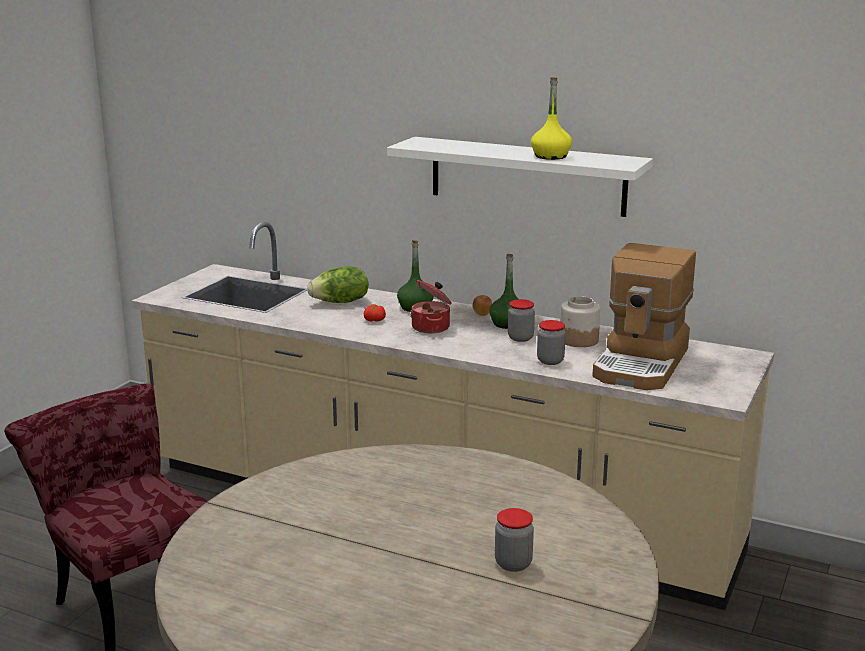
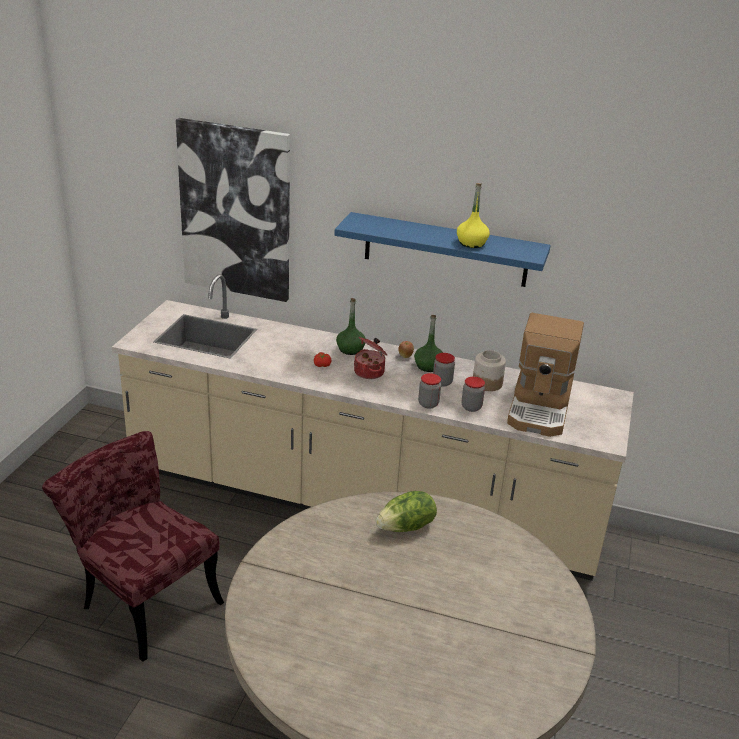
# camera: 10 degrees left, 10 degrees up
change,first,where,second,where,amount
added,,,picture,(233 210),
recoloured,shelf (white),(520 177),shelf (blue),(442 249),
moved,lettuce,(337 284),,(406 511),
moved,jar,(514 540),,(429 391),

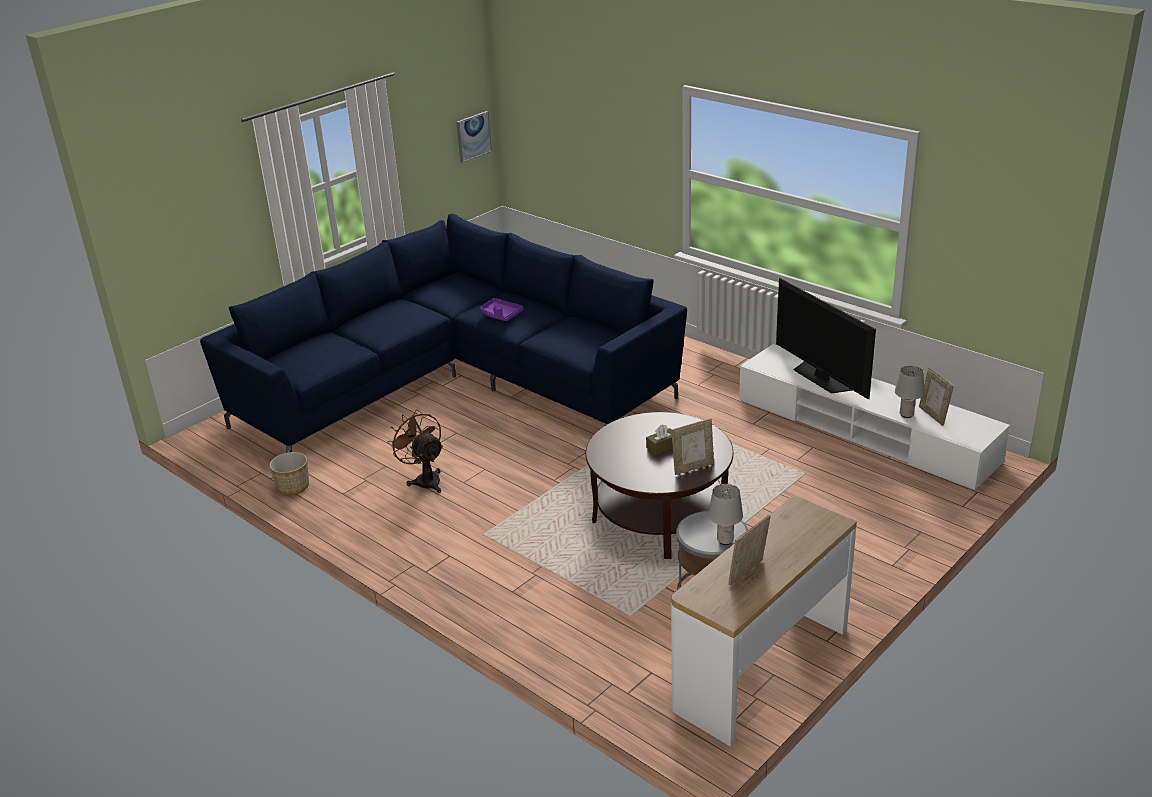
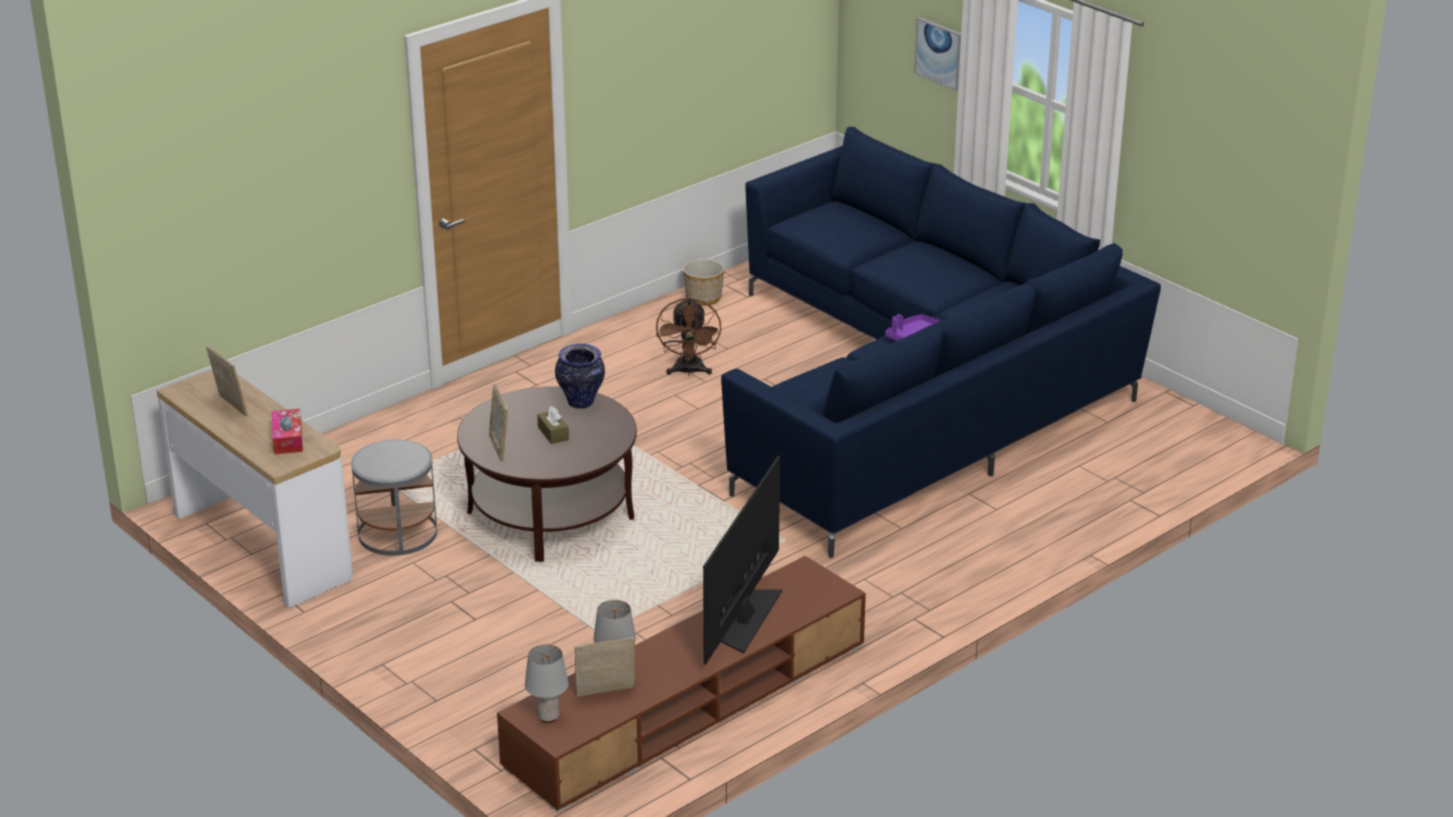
# camera: 95 degrees right, 0 degrees up
change,first,where,second,where,amount
added,,,tissue box,(287 431),
recoloured,tv stand (white),(874 417),tv stand (brown),(681 684),
moved,table lamp (grey),(725 514),,(546 683),
added,,,vase,(580 376),
turned,fan (brown),(415 451),,(688 337),120 degrees clockwise
turned,television,(826 338),,(742 560),45 degrees counterclockwise
moved,picture,(474 137),,(937 54),

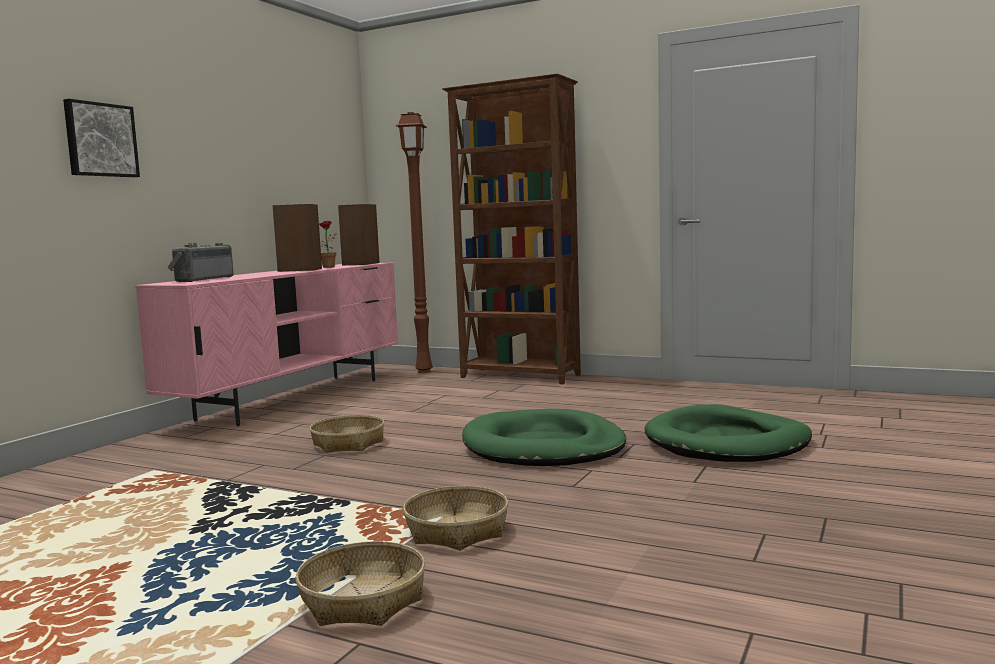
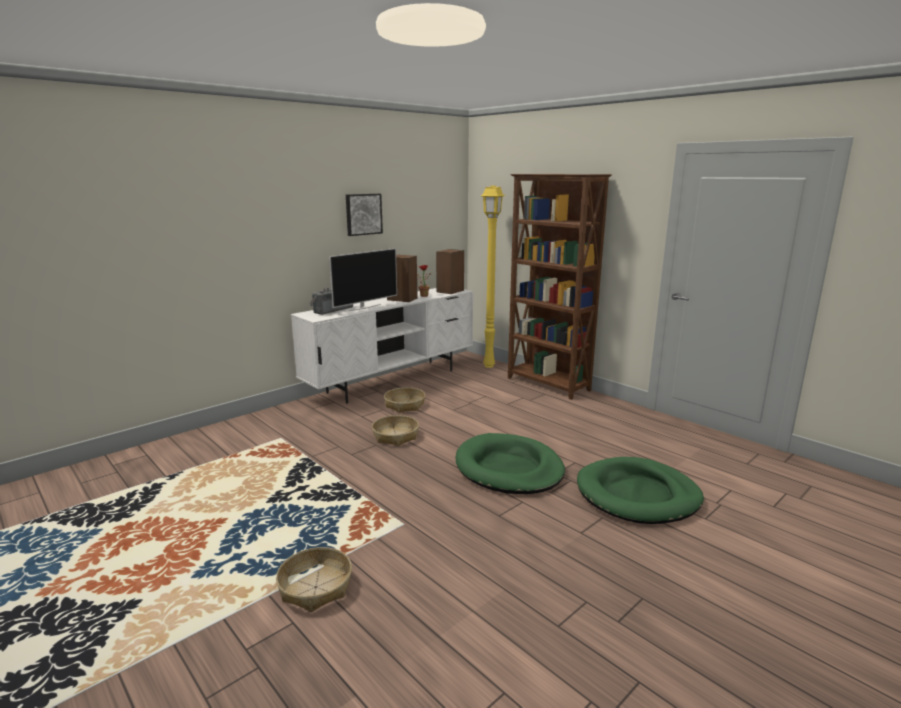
# camera: 20 degrees right, 10 degrees up
change,first,where,second,where,amount
recoloured,tv stand (pink),(266 344),tv stand (white),(382 346),
added,,,television,(363 279),
moved,picture,(101 138),,(364 215),
moved,basket,(455 518),,(405 400),
recoloured,floor lamp (brown),(414 242),floor lamp (yellow),(493 277),

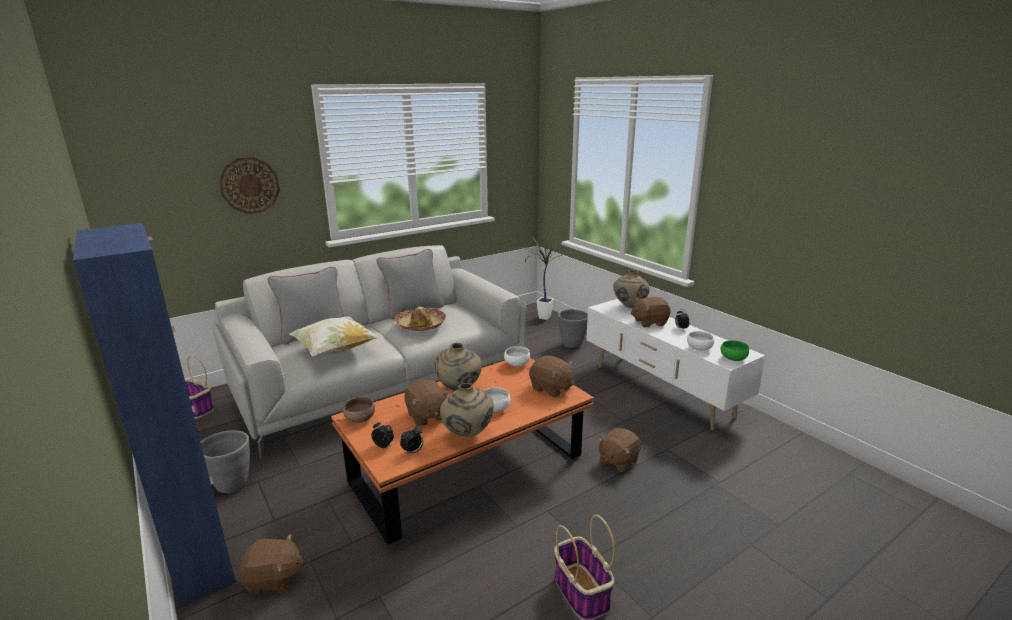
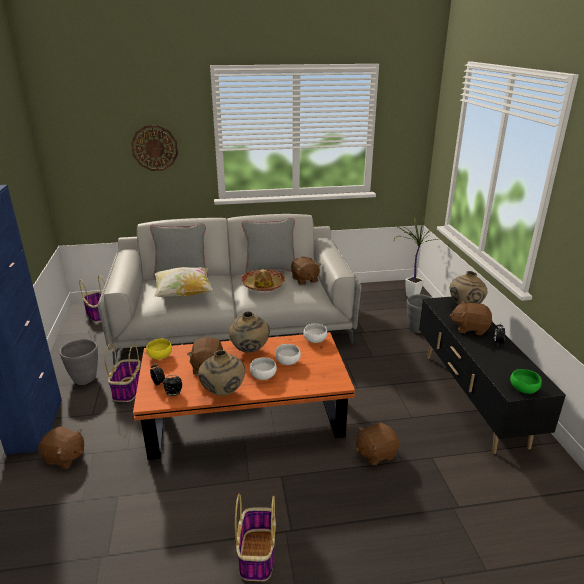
# camera: 25 degrees right, 5 degrees up
change,first,where,second,where,amount
added,,,basket,(123 373),
recoloured,bowl (brown),(359 410),bowl (yellow),(159 349),
moved,bowl (white),(700 341),,(288 354),
moved,plush toy (brown),(551 377),,(306 271),
recoloured,tv stand (white),(676 364),tv stand (black),(492 375),

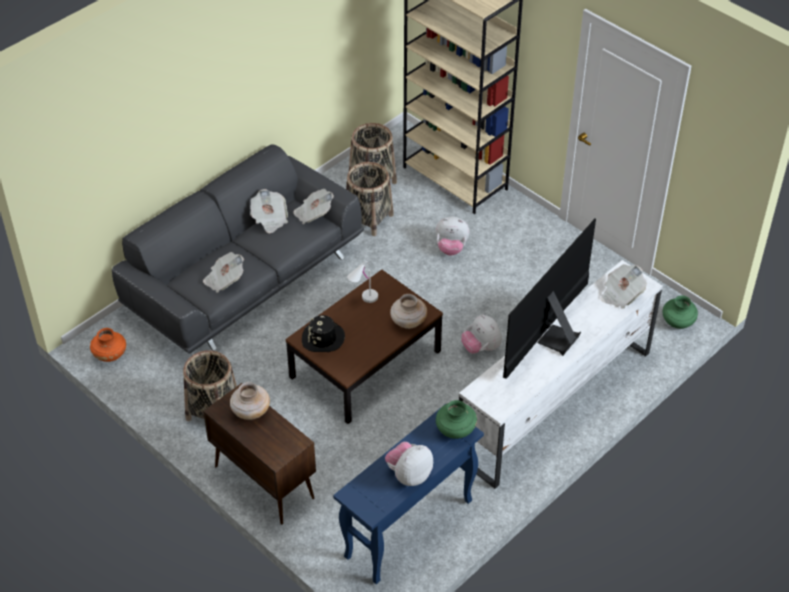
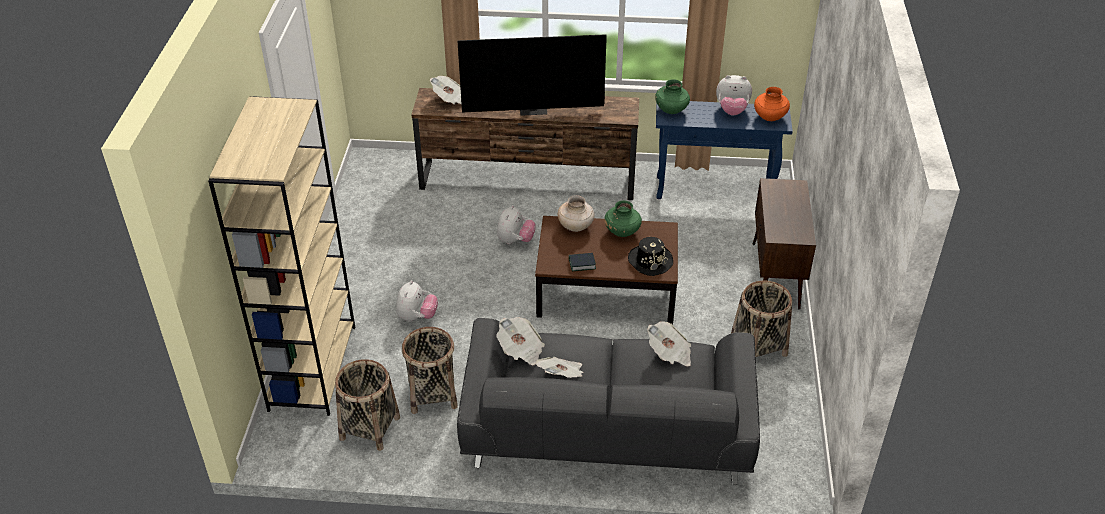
# camera: 130 degrees left, 5 degrees down
change,first,where,second,where,amount
turned,plush toy,(453 236),,(417 301),45 degrees clockwise
recoloured,tv stand (white),(561 374),tv stand (brown),(525 144),
replaced,table lamp (white),(362 282),book,(582 262),
moved,vase (green),(680 312),,(623 219),
moved,vase (orange),(108 345),,(772 104),
removed,vase (beige),(250 401),,,

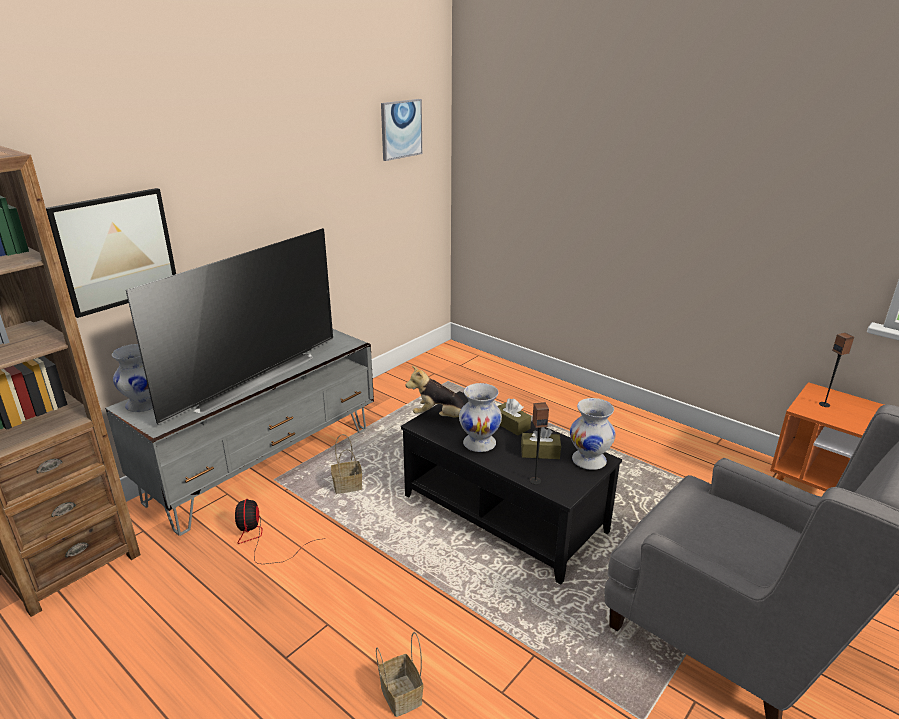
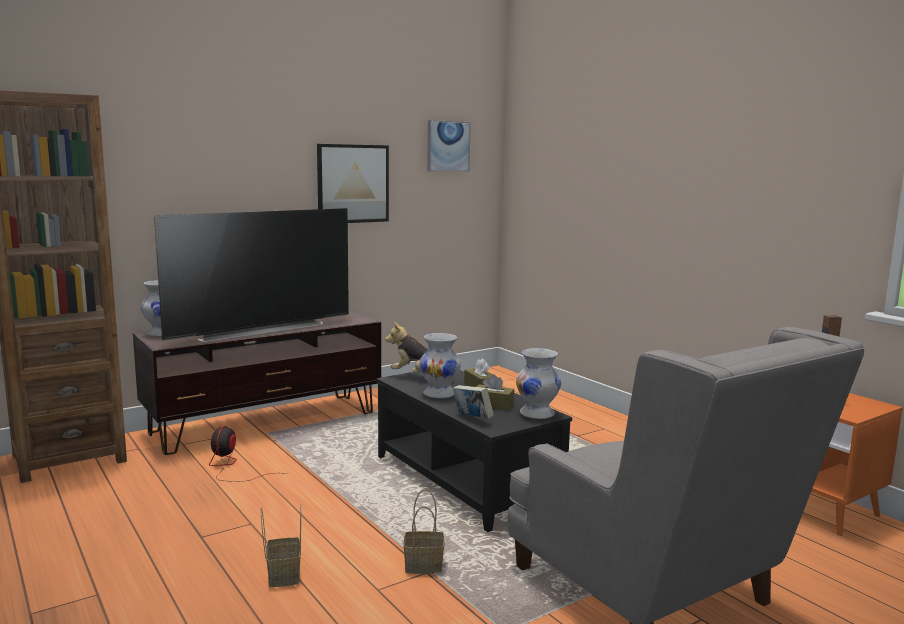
# camera: 15 degrees right, 15 degrees down
change,first,where,second,where,amount
recoloured,tv stand (grey),(239 432),tv stand (brown),(257 382),
moved,picture,(111 253),,(353 183),
moved,basket,(346 464),,(424 531),
replaced,speaker,(539 443),book,(473 402),

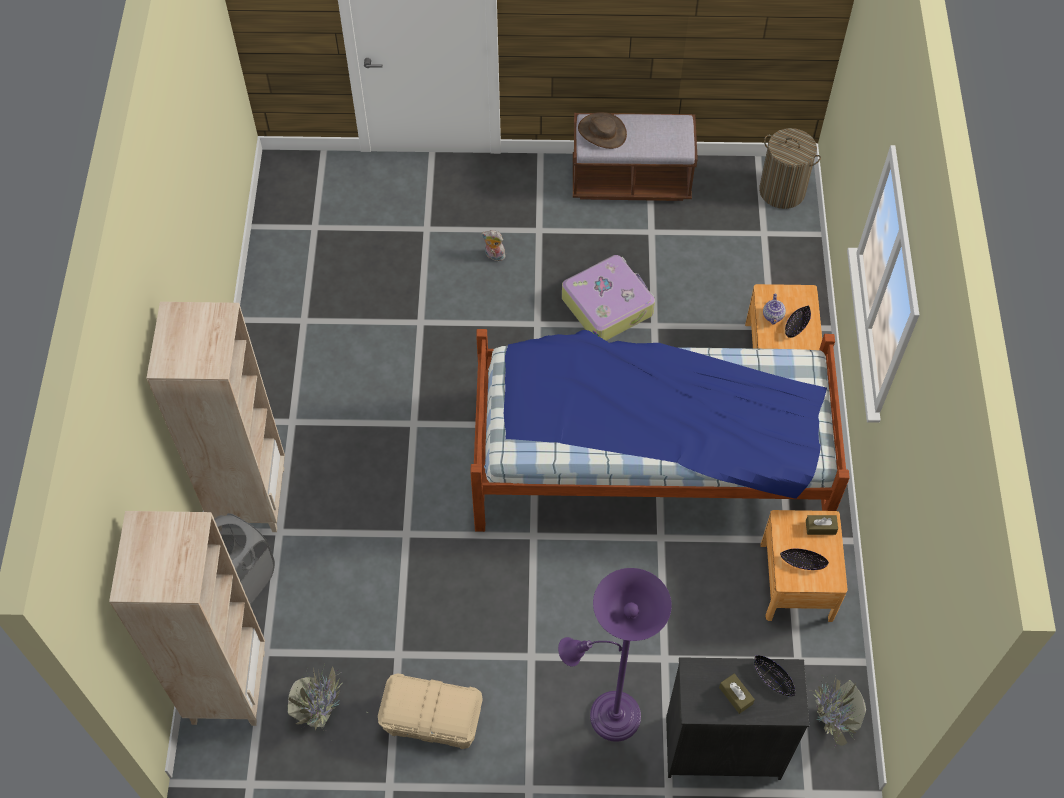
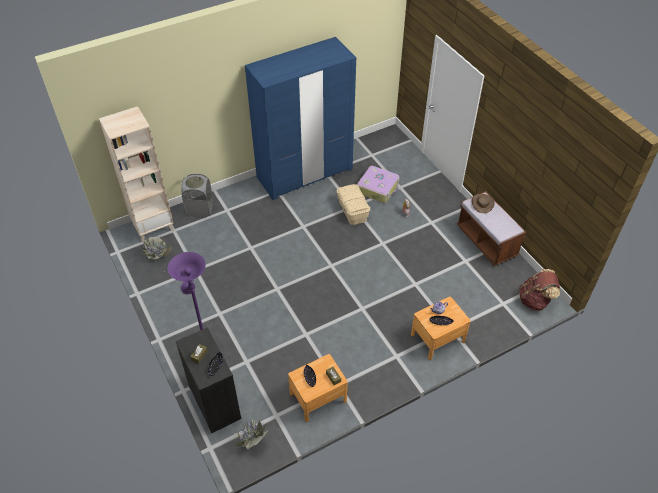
# camera: 60 degrees right, 10 degrees down
change,first,where,second,where,amount
added,,,wardrobe (blue),(300 118),
moved,storage box (beige),(430 711),,(353 204),
moved,suitcase,(608 298),,(378 184),
replaced,laundry basket,(790 168),backpack (brown),(539 290),
removed,bookcase (beige),(216 417),,,
removed,bed,(660 430),,,

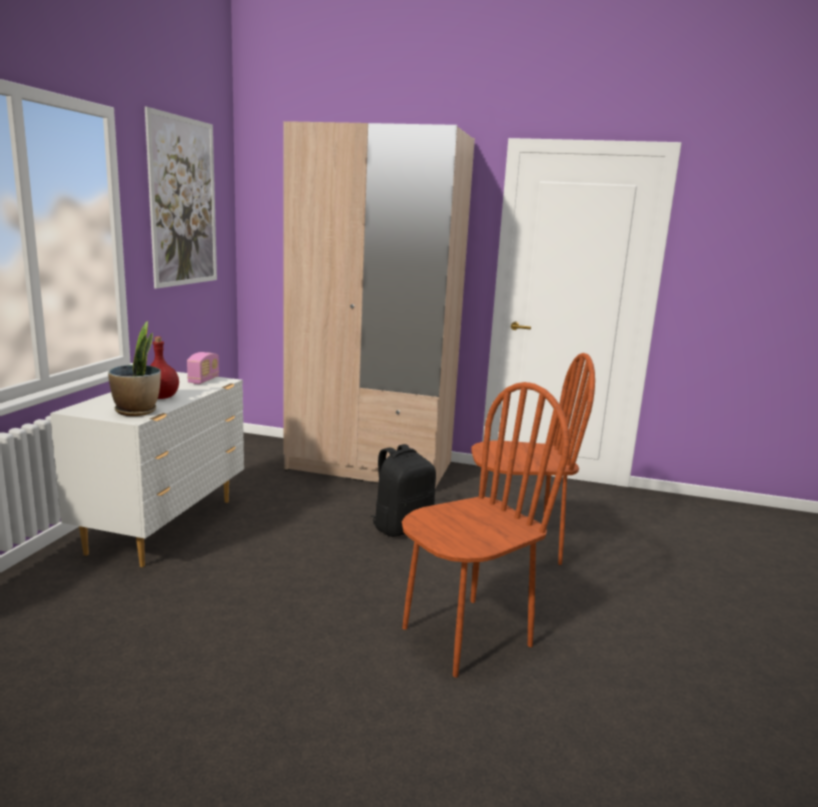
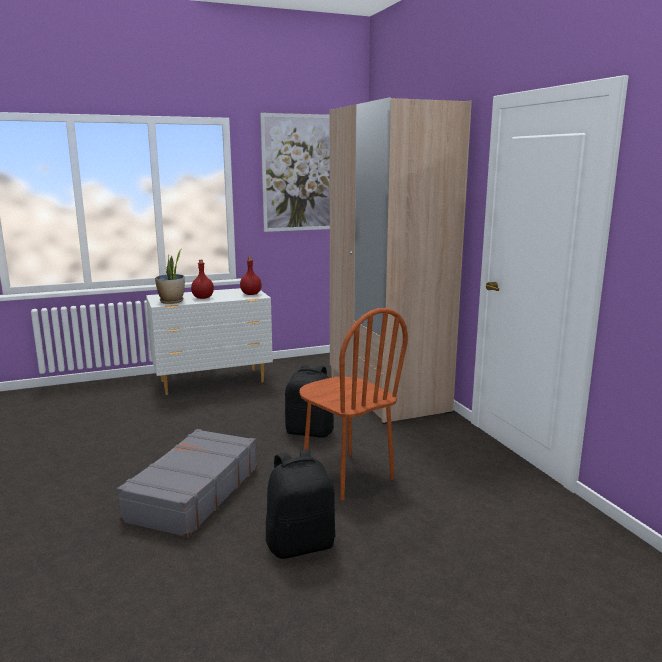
# camera: 55 degrees right, 0 degrees up
change,first,where,second,where,amount
replaced,chair (brown),(486 529),suitcase (grey),(187 483),
replaced,radio,(203 368),bottle (red),(251 276),
added,,,backpack (black),(300 504),

